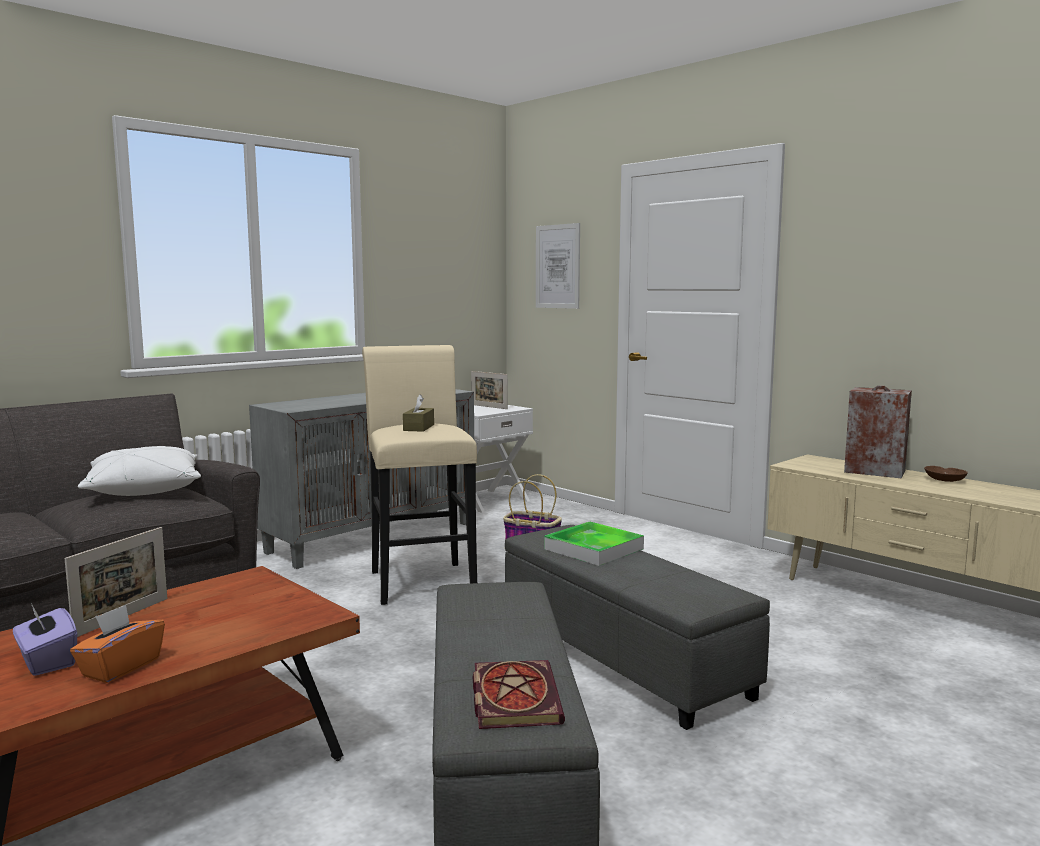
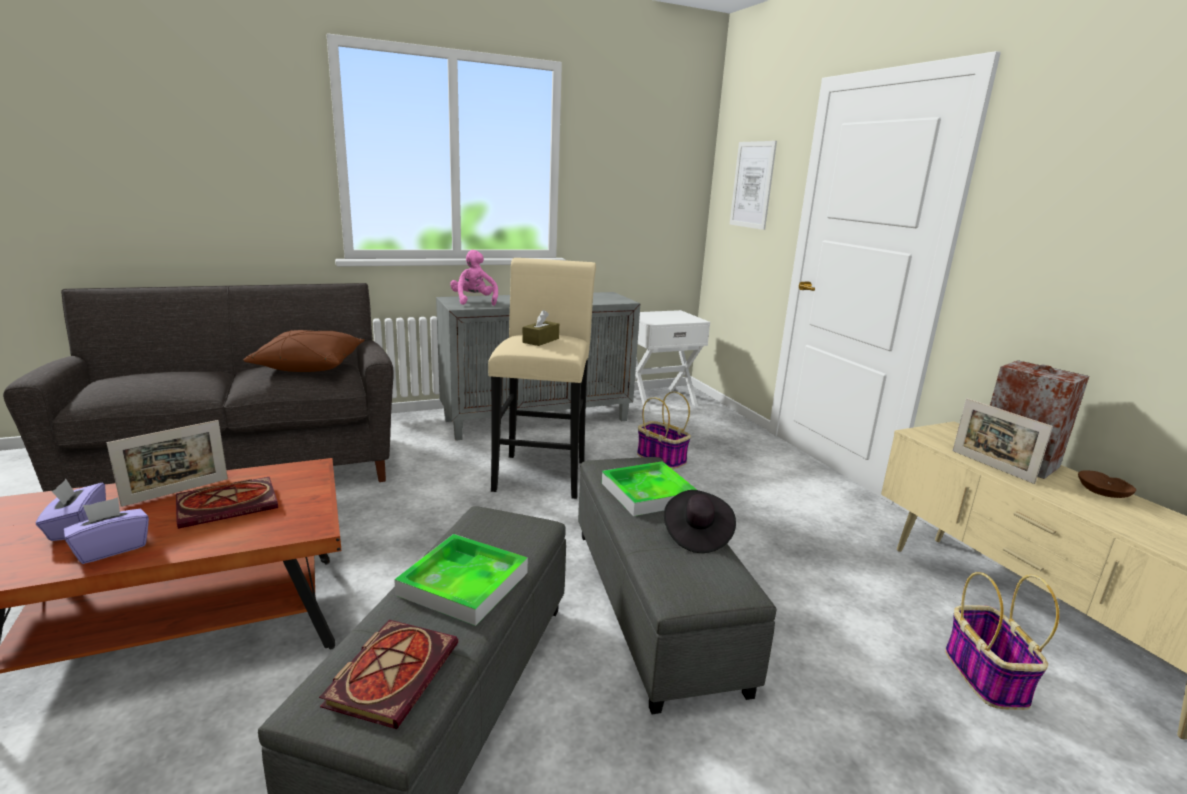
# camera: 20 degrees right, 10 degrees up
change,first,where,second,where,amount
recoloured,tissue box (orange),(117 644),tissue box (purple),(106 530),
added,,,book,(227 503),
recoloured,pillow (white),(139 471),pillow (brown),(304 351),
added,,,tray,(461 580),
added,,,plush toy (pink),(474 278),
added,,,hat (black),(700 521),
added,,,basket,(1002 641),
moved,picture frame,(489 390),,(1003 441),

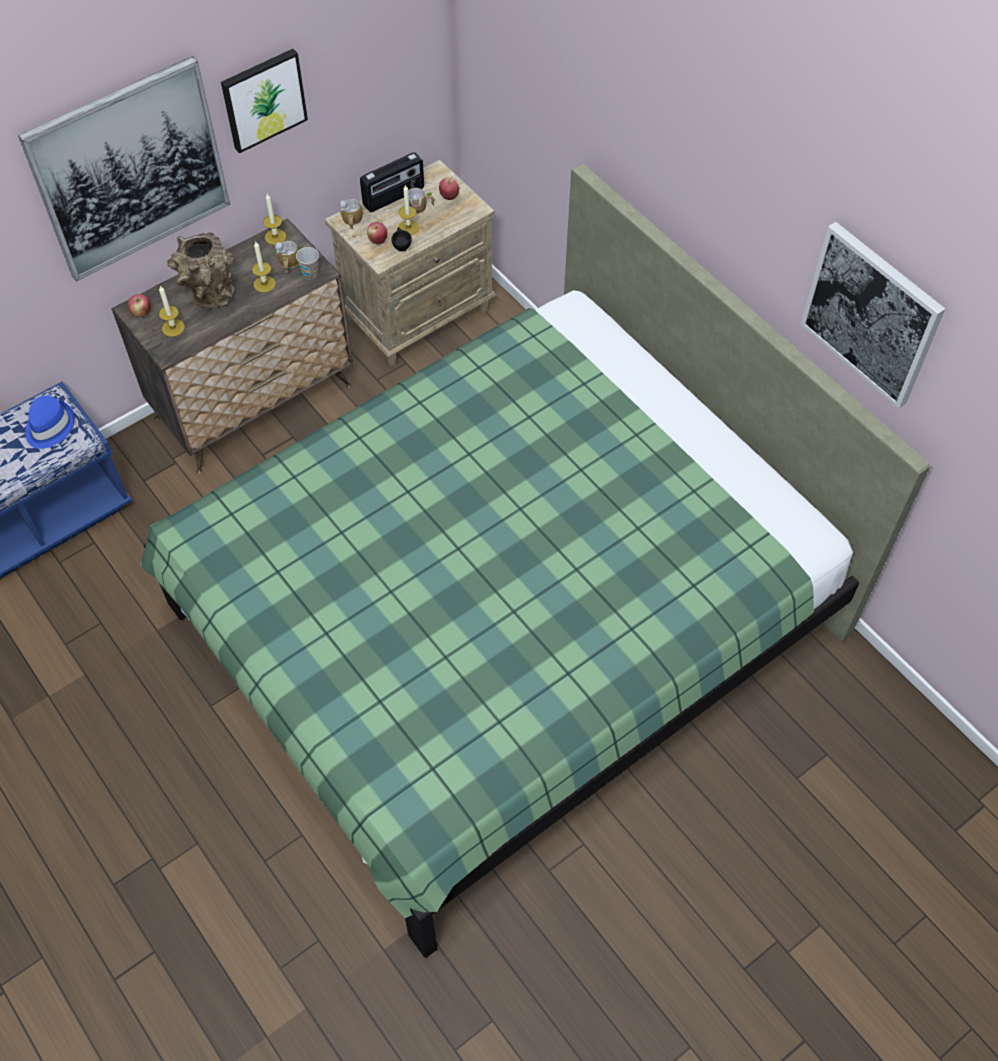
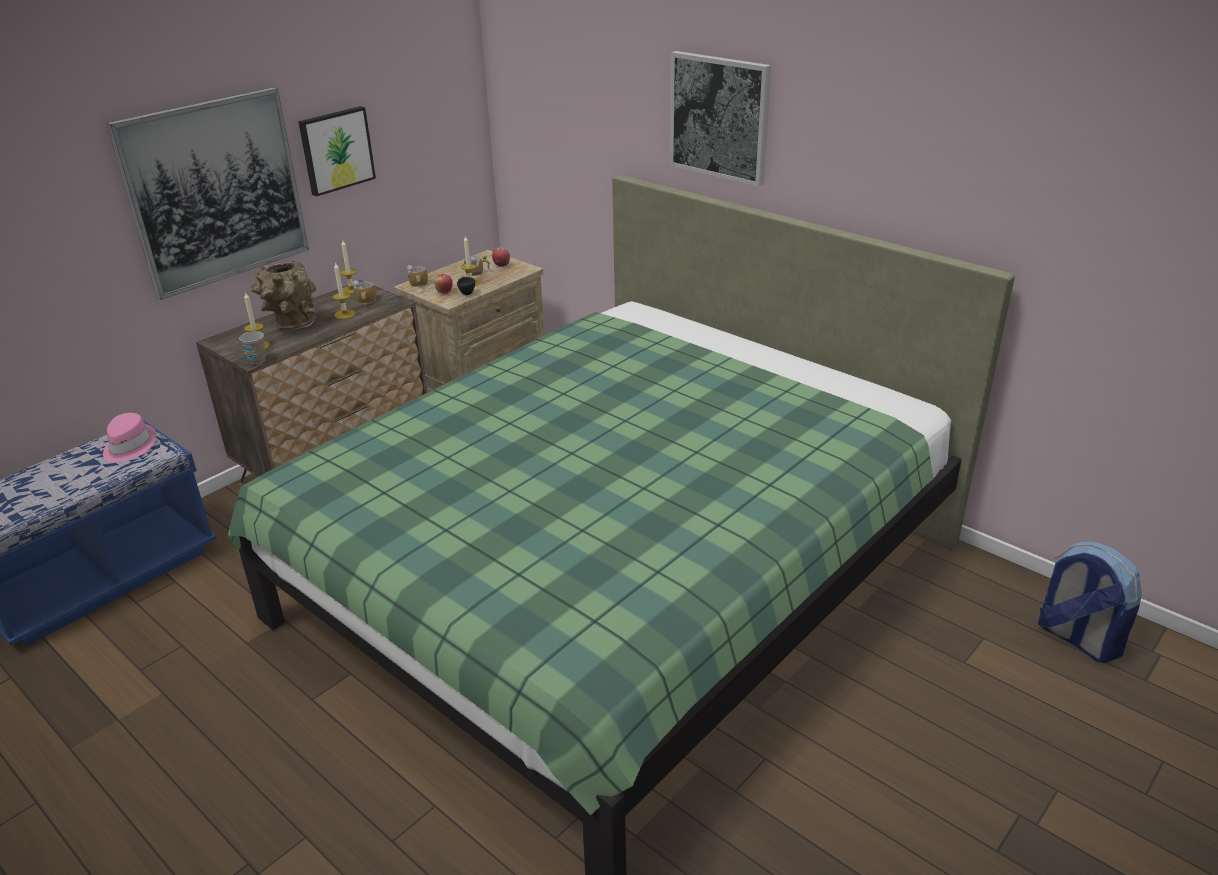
# camera: 10 degrees left, 25 degrees down
change,first,where,second,where,amount
recoloured,hat (blue),(50 422),hat (pink),(130 438),
moved,cup,(307 263),,(252 347),
moved,picture,(872 315),,(720 118),
added,,,backpack,(1090 602),
removed,apple,(139 305),,,
removed,radio,(392 182),,,

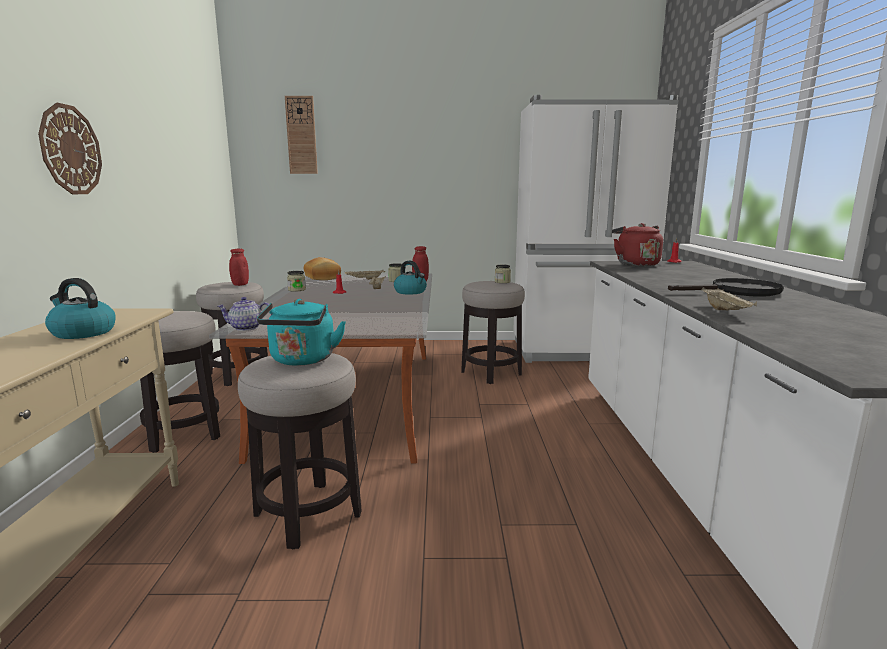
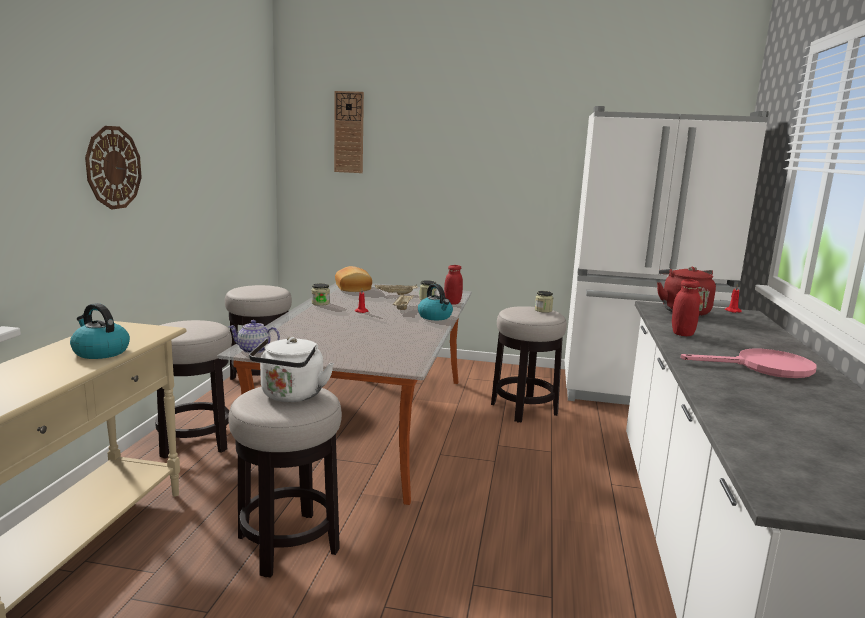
# camera: 10 degrees right, 0 degrees up
change,first,where,second,where,amount
recoloured,kettle (turquoise),(301 332),kettle (white),(291 369),
moved,jar (red),(239 267),,(686 307),
recoloured,frying pan (black),(726 287),frying pan (pink),(749 363),
removed,tray (beige),(729 298),,,

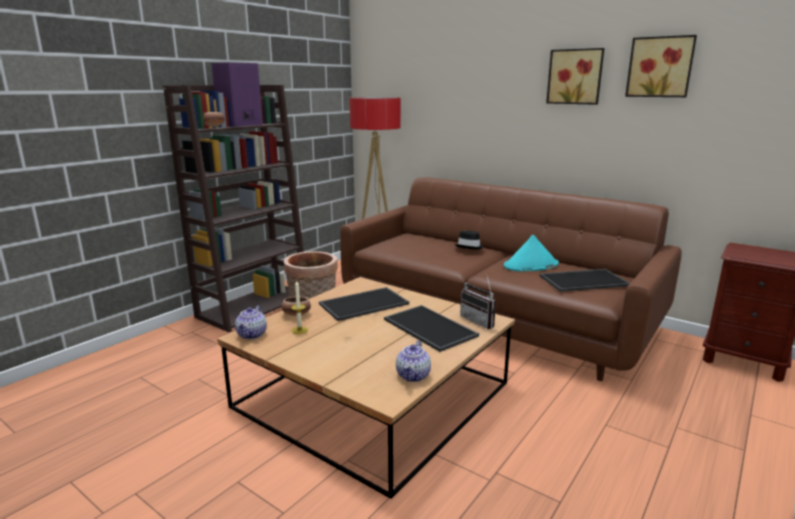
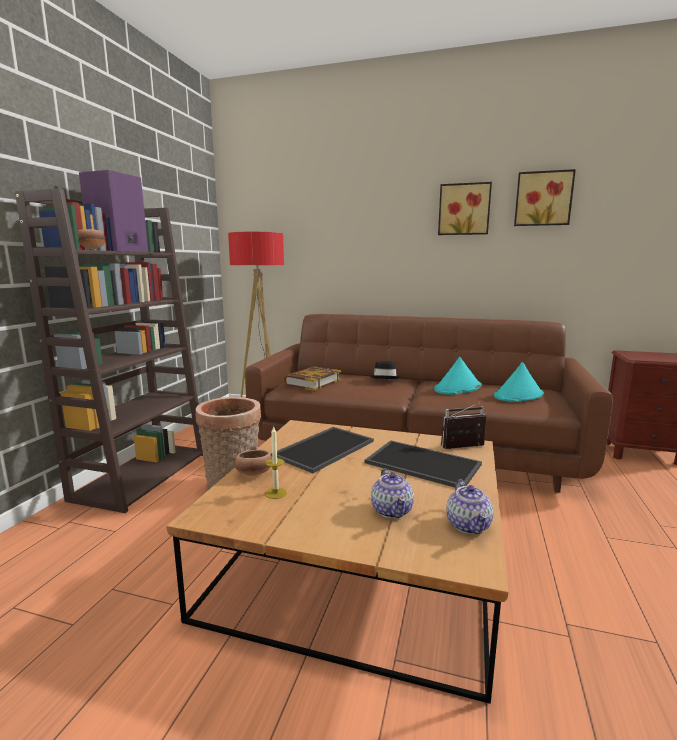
# camera: 20 degrees left, 5 degrees down
change,first,where,second,where,amount
added,,,book,(312 378),
moved,teapot,(251 322),,(392 493),
turned,radio,(478 302),,(464 426),135 degrees clockwise
replaced,tray,(584 280),hat (turquoise),(519 382),

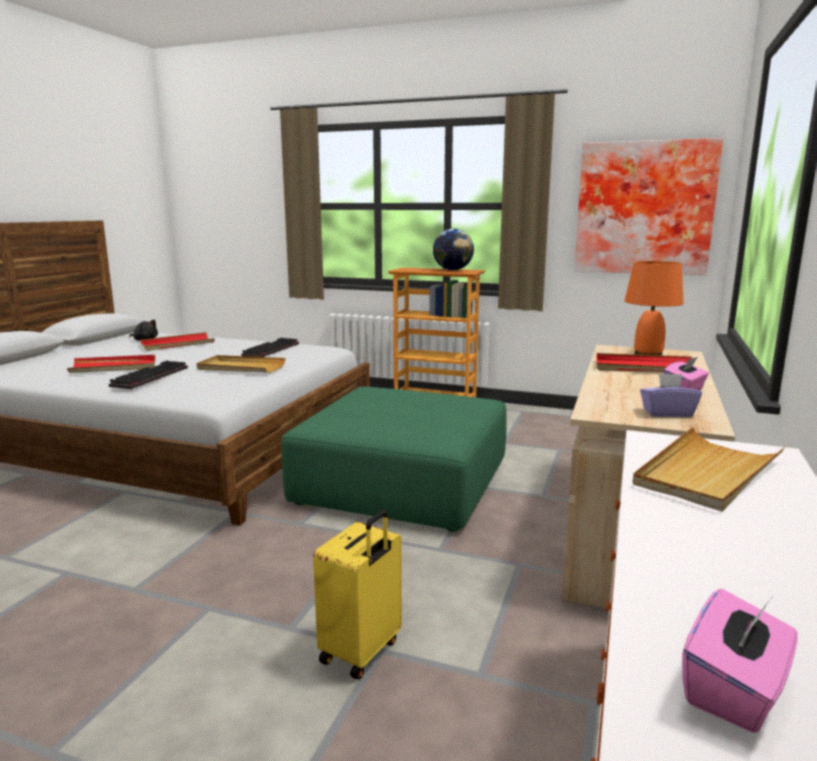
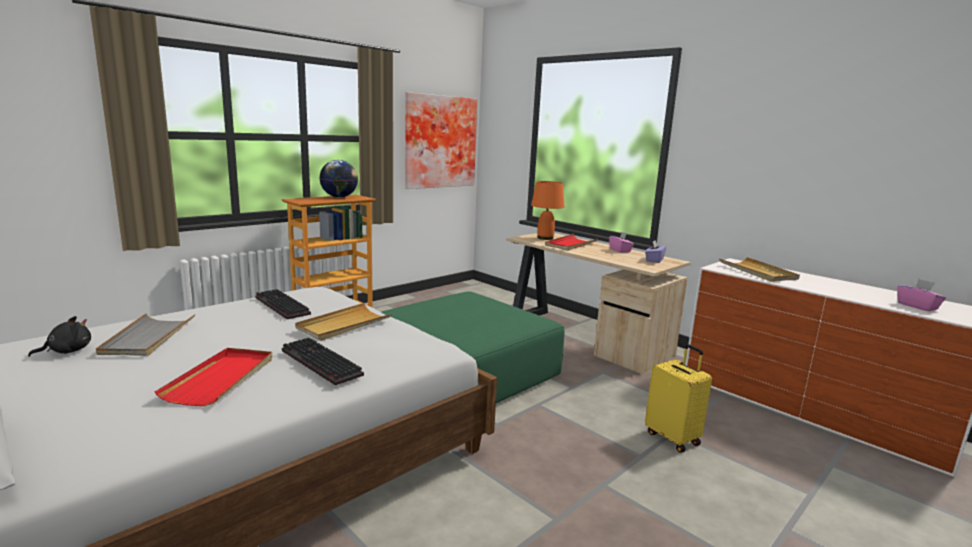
# camera: 65 degrees left, 0 degrees up
change,first,where,second,where,amount
recoloured,tray (red),(177 341),tray (grey),(145 334),

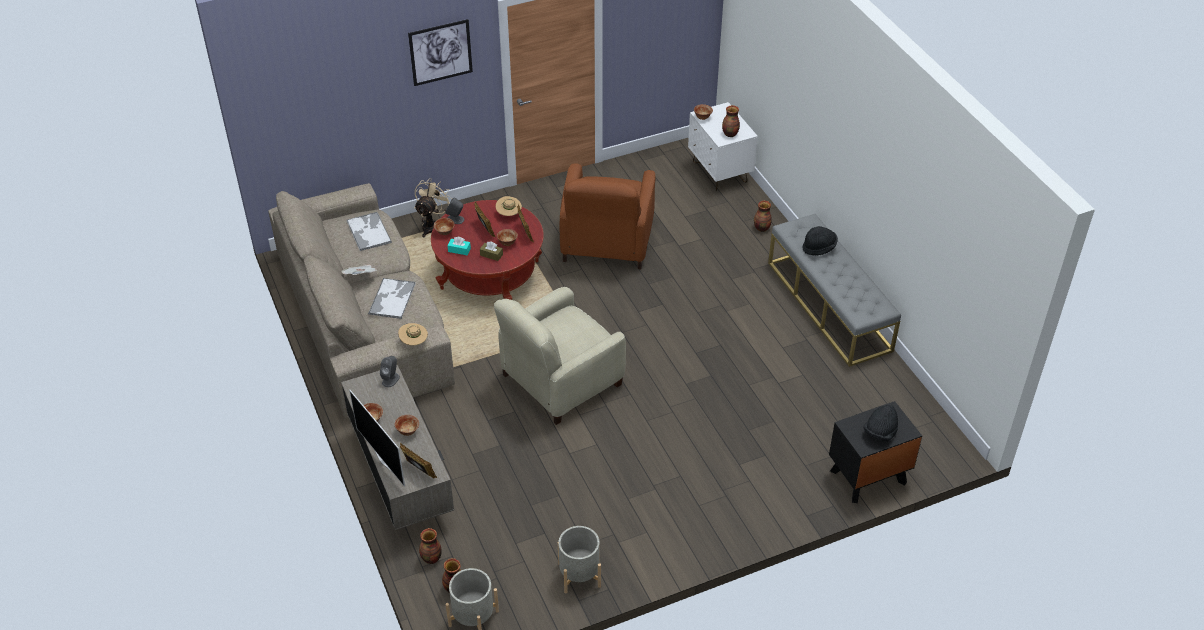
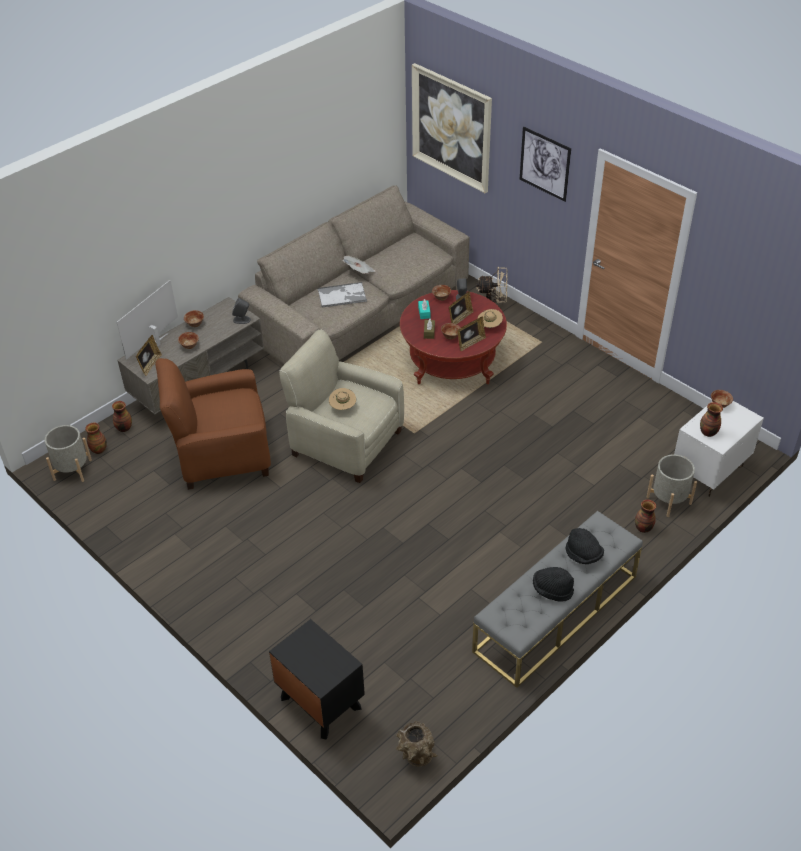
# camera: 70 degrees right, 0 degrees up
change,first,where,second,where,amount
moved,armchair (brown),(607 216),,(213 424),
moved,hat (beige),(413 334),,(342 399),
added,,,vase (brown),(417 744),
added,,,picture,(452 128),
moved,hat (black),(881 423),,(553 584),
moved,planter (grey),(579 559),,(671 485),
removed,tray,(369 231),,,

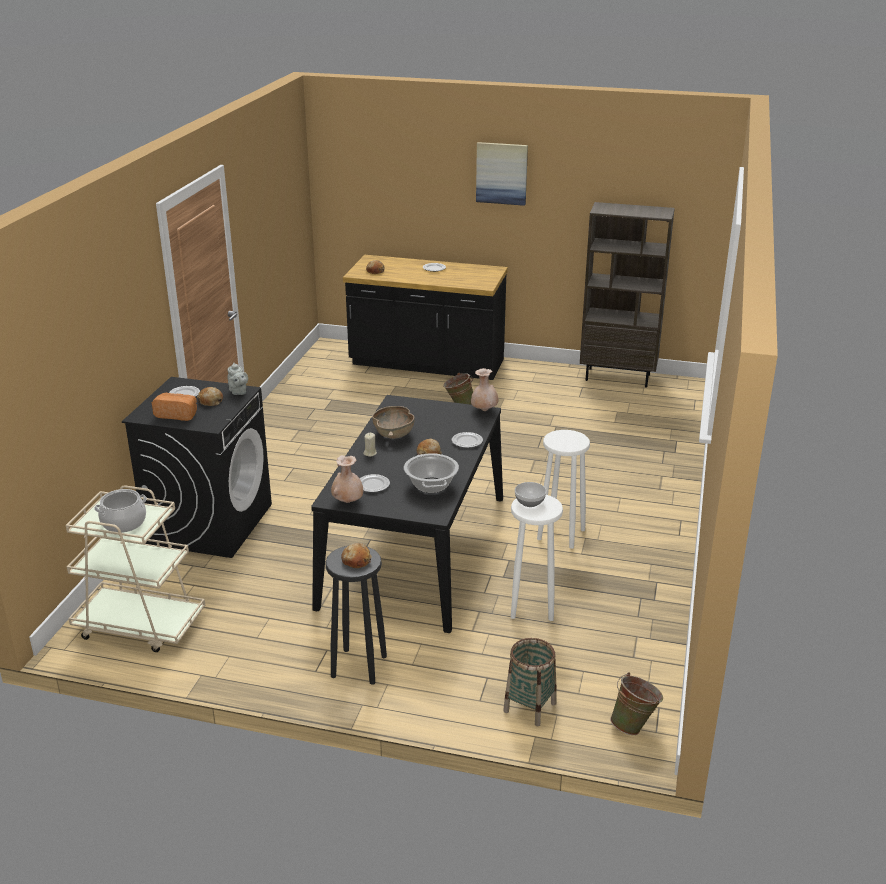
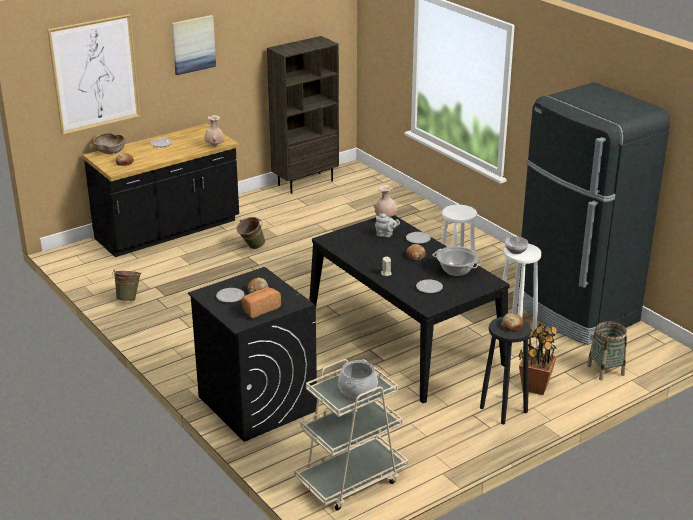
# camera: 50 degrees left, 0 degrees up
change,first,where,second,where,amount
added,,,picture,(93 74),
moved,bowl (brown),(393 422),,(109 143),
moved,bucket (green),(636 703),,(126 285),
moved,vase (beige),(347 479),,(214 131),
moved,teapot (grey),(237 378),,(387 225),
added,,,fridge (black),(593 214),
added,,,potted plant,(538 359),

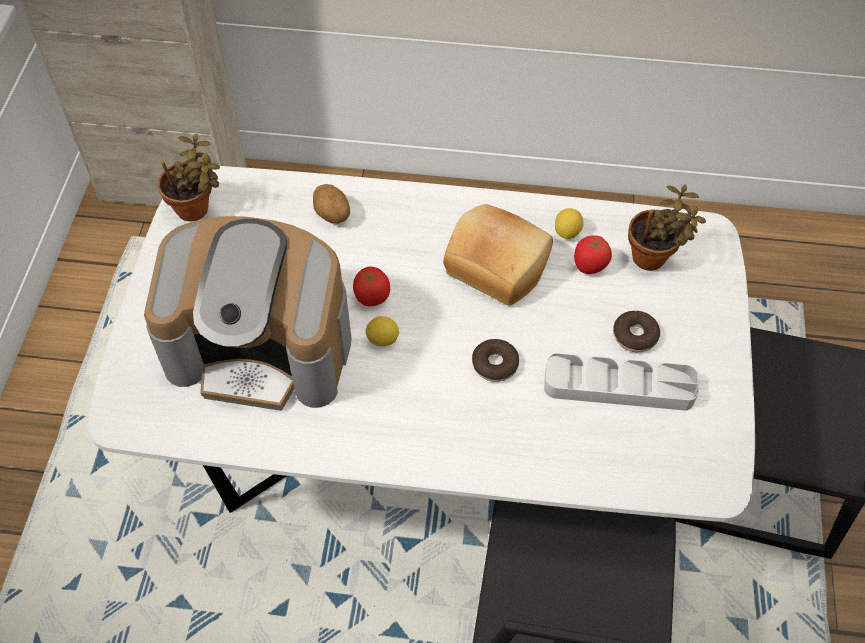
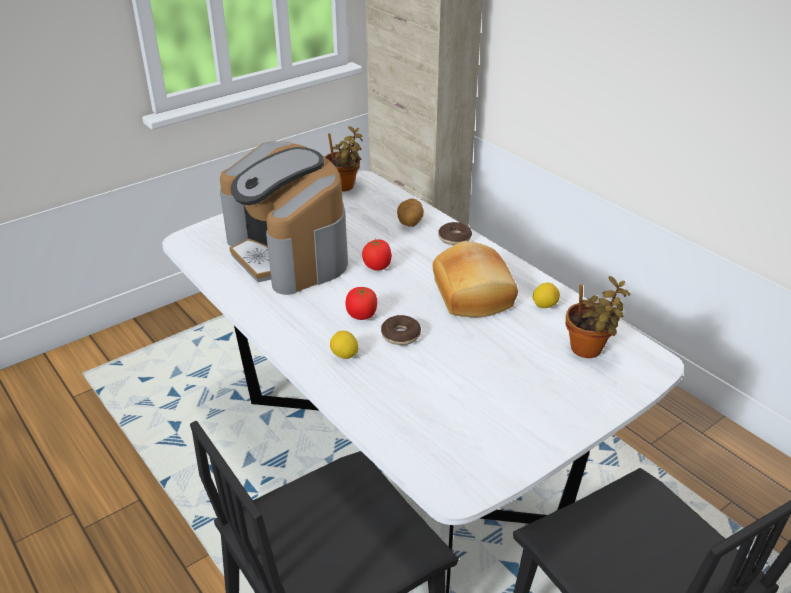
# camera: 45 degrees right, 20 degrees down
change,first,where,second,where,amount
moved,lemon,(382 331),,(344 345),
moved,tomato,(593 254),,(361 303),
moved,donut,(636 331),,(455 233),
removed,tray (grey),(621 382),,,

